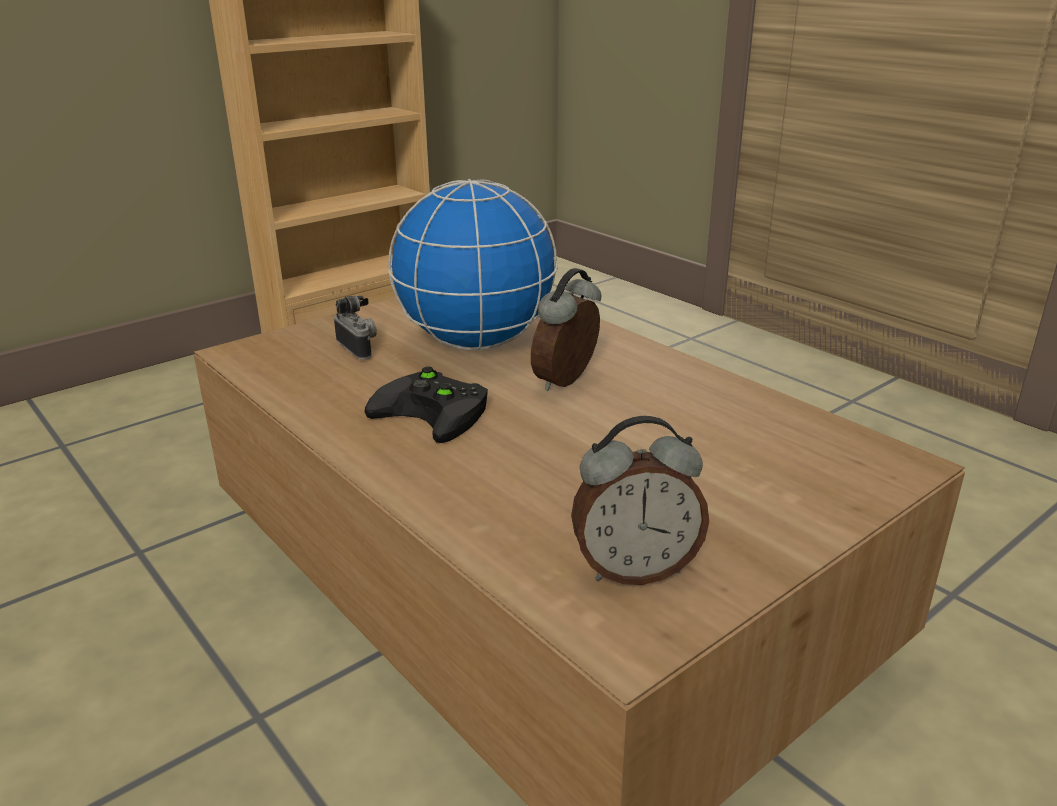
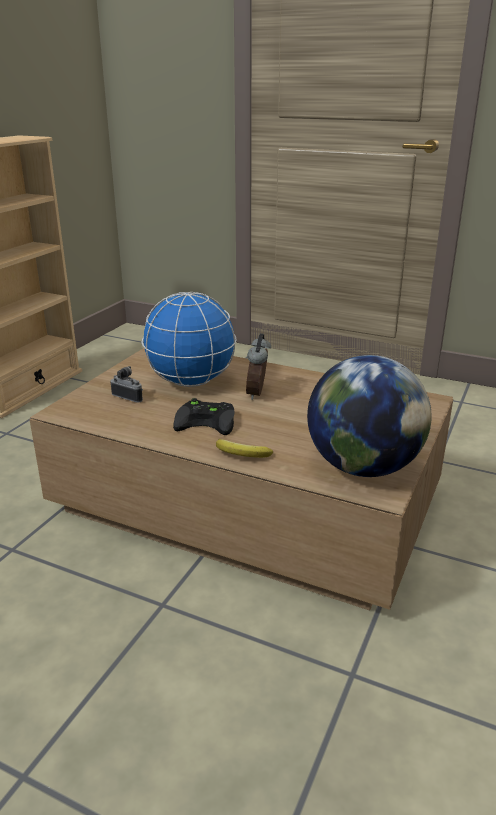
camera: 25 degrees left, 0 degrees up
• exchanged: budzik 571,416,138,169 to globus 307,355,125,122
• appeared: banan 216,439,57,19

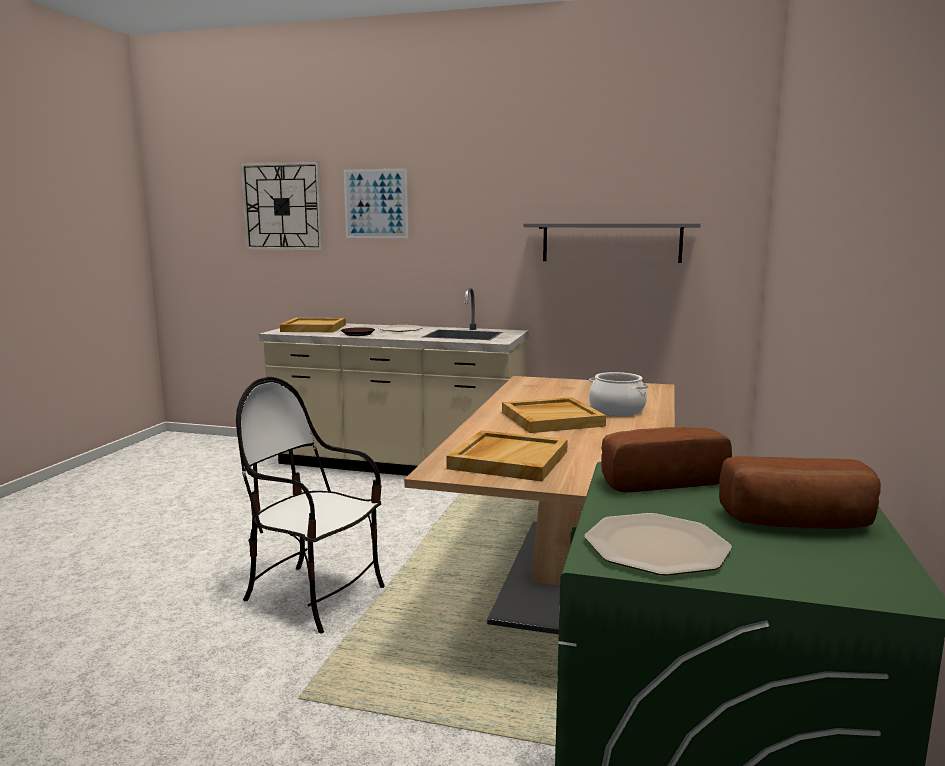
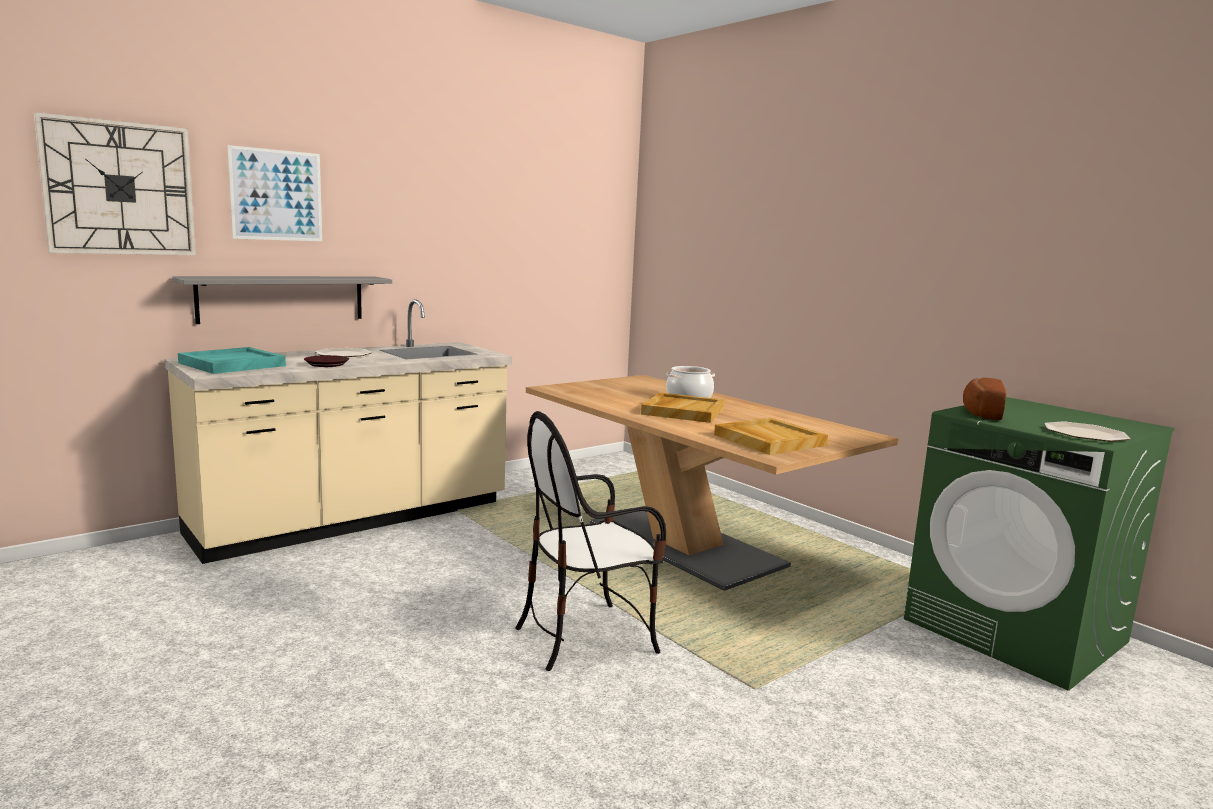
camera: 55 degrees left, 0 degrees up
• colour: taca/beżowy 280,318,66,14 to taca/turkusowy 178,347,108,27
• relocated: półka/szary 523,223,178,40 to 172,276,220,48
• missing: chleb 719,456,162,73

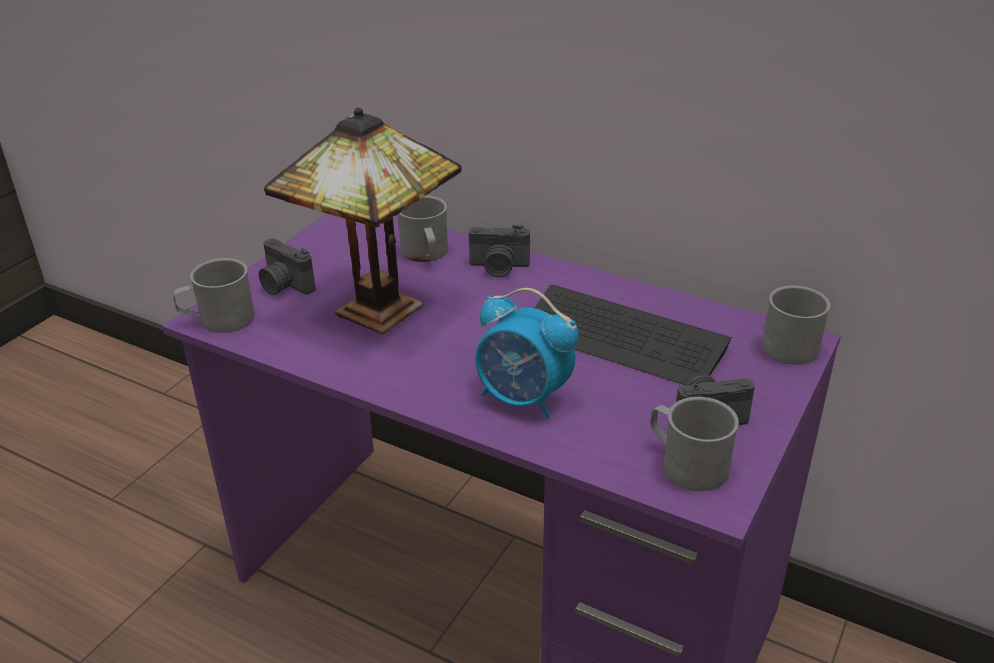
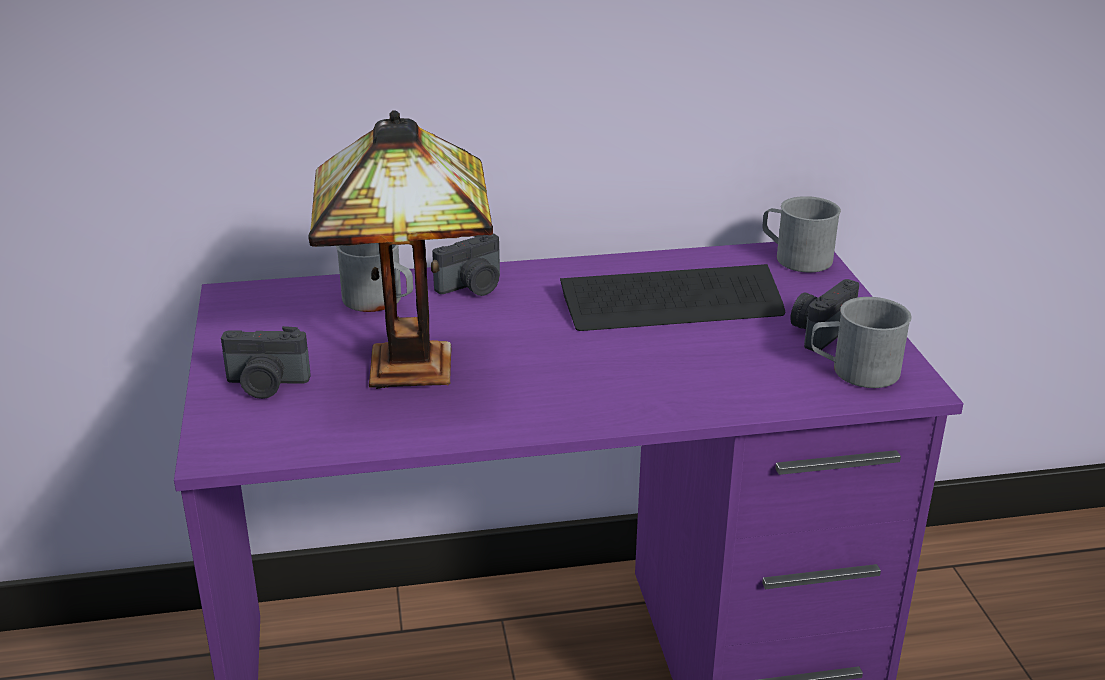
camera: 40 degrees left, 5 degrees down
• missing: kubek/szary 173,258,81,75
• missing: budzik 476,288,103,131

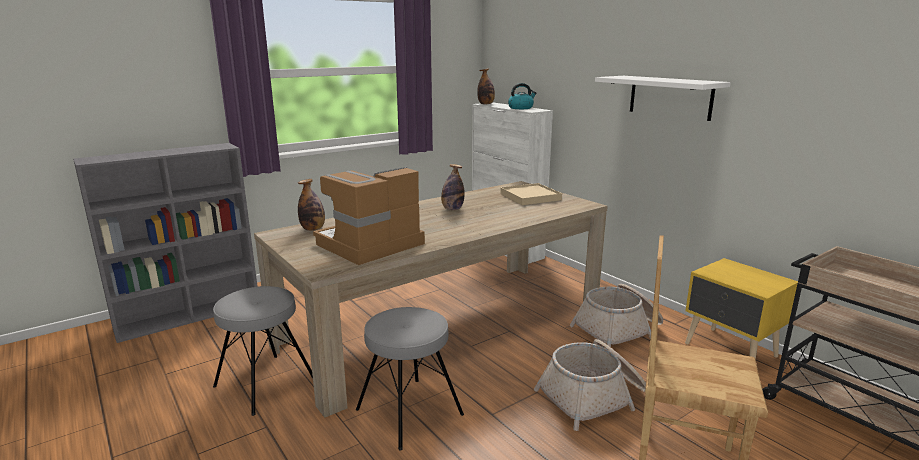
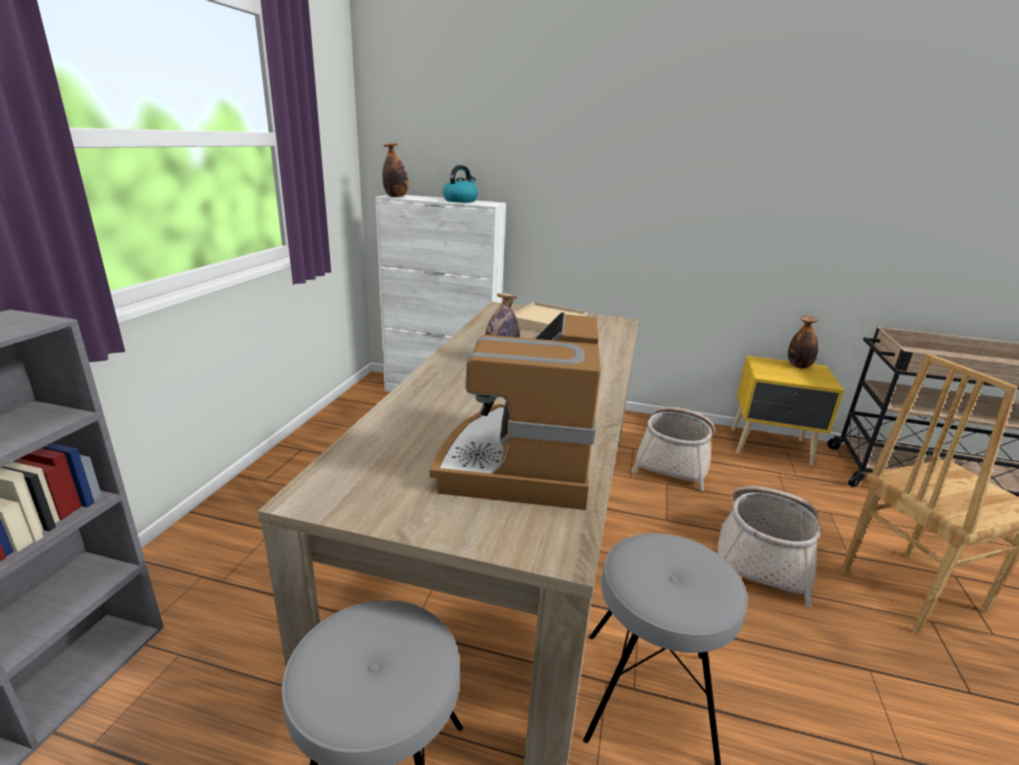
camera: 40 degrees left, 5 degrees up
• relocated: butelka 298,179,27,52 to 788,316,30,52
• missing: półka/biały 595,76,136,45

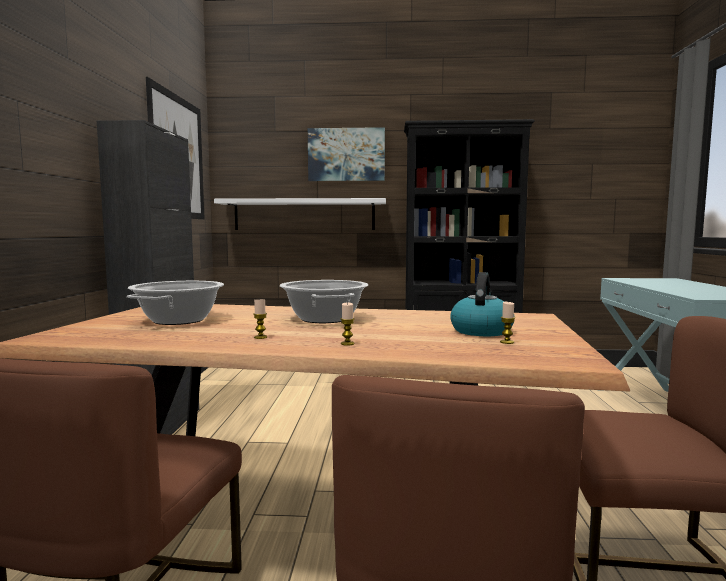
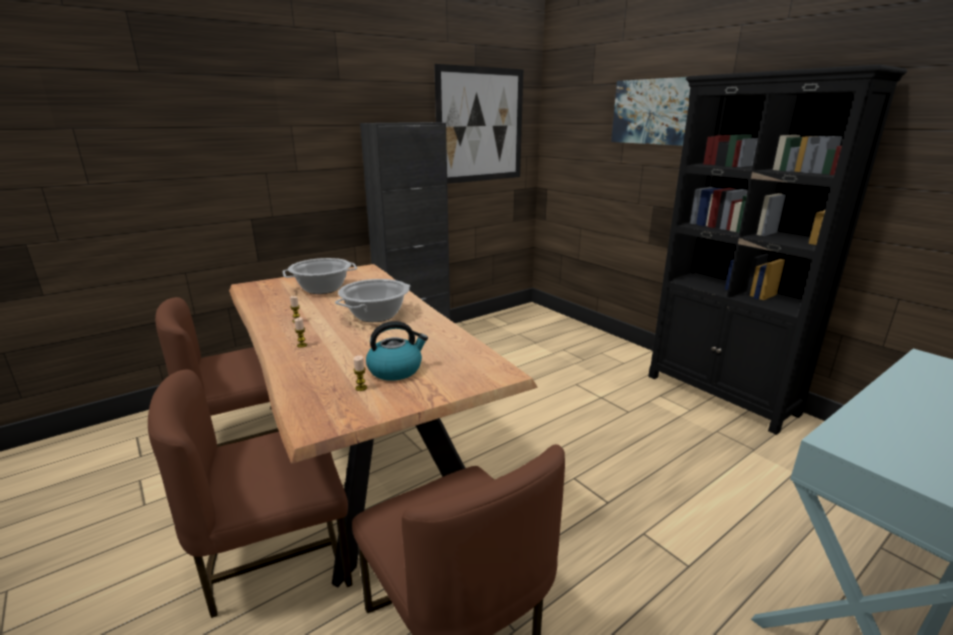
camera: 50 degrees right, 15 degrees up
• missing: półka/biały 214,198,172,32

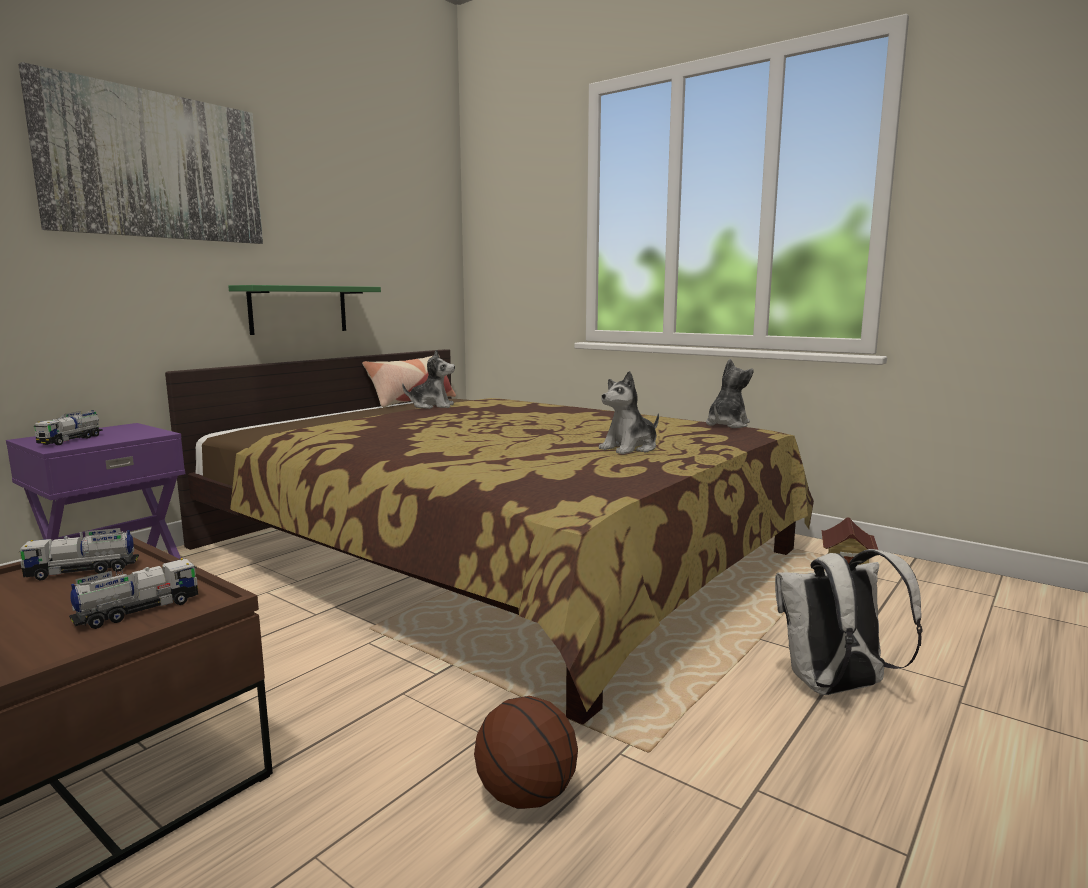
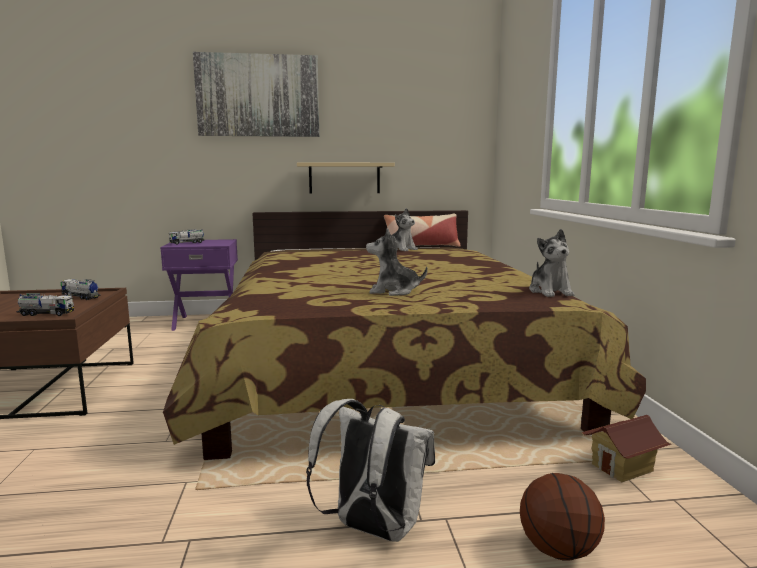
camera: 45 degrees right, 0 degrees up
• colour: półka/zielony 228,285,153,50 to półka/beżowy 297,162,98,32
• relocated: piłka do koszykówki 474,696,104,113 to 520,473,85,88
• spun: pluszak 706,359,48,69 = 529,229,45,68 90 degrees clockwise

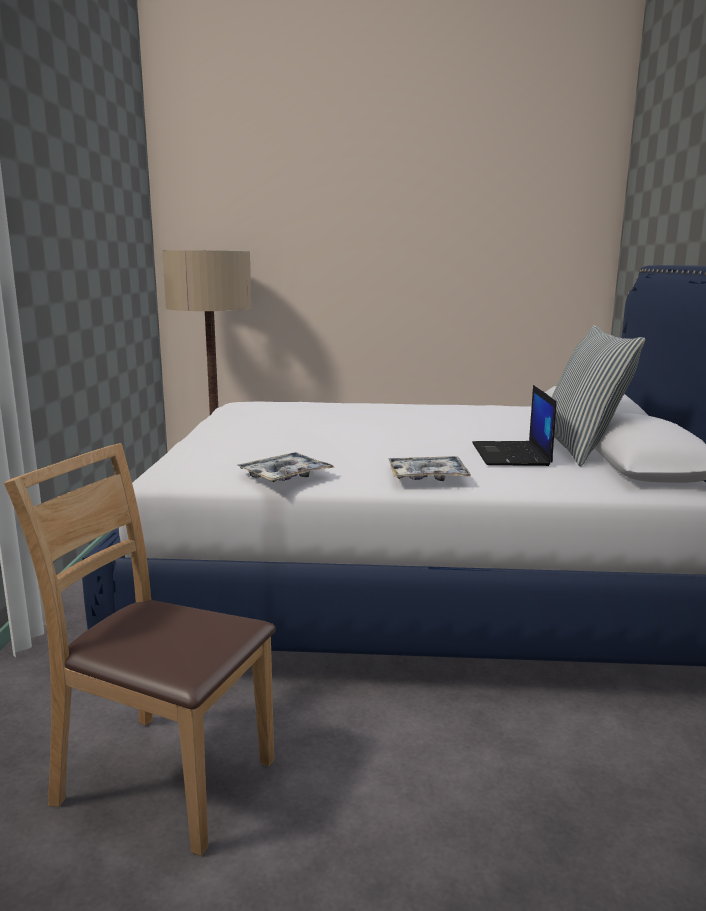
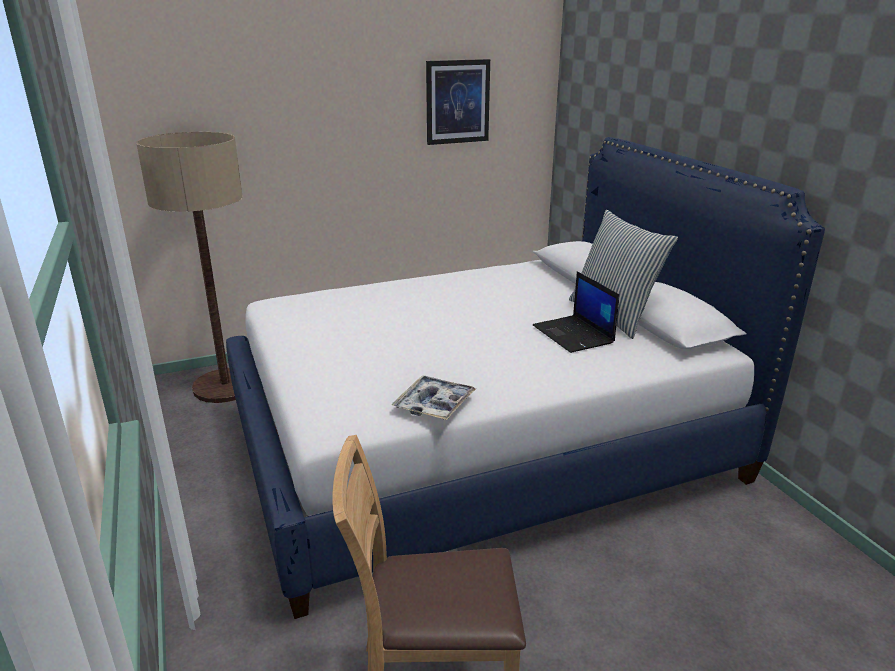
camera: 25 degrees left, 10 degrees up
• missing: taca 388,456,83,25
• appeared: obraz 426,59,64,86

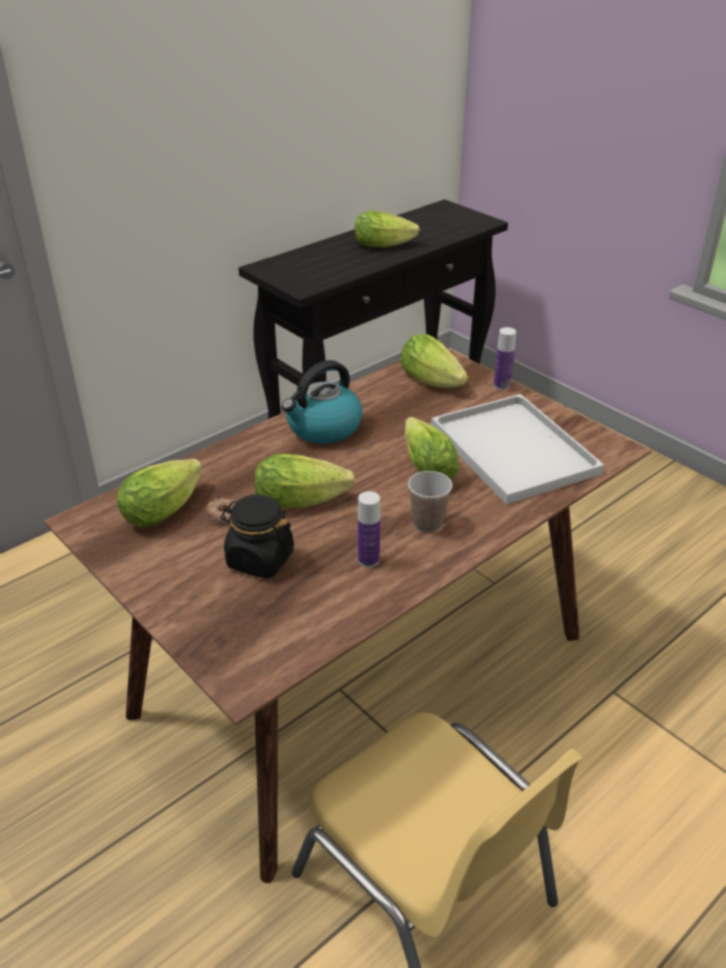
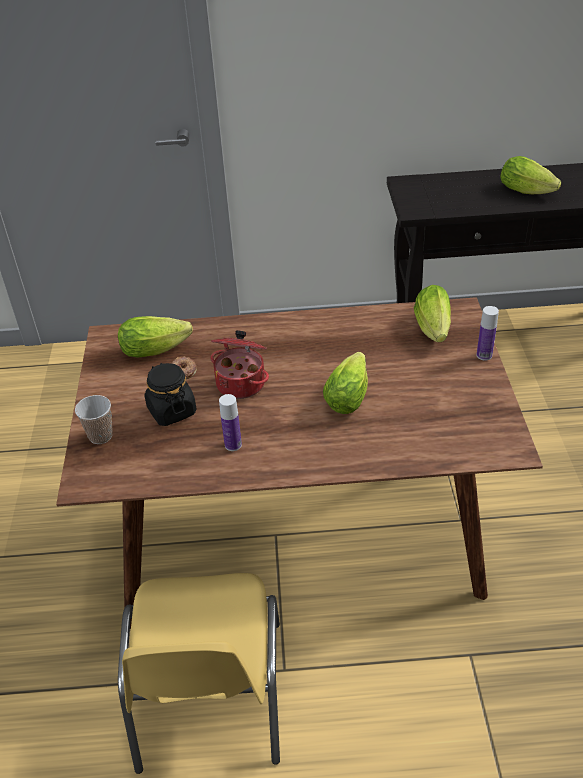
camera: 40 degrees right, 5 degrees up
• exchanged: sałata 254,454,101,54 to garnek 210,330,59,69
• missing: czajnik 282,360,81,84
• relocated: filiżanka 408,471,44,61 to 75,395,38,49
• missing: taca/biały 431,394,173,110

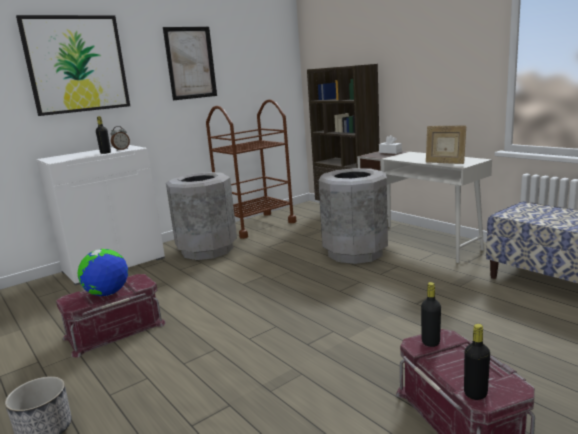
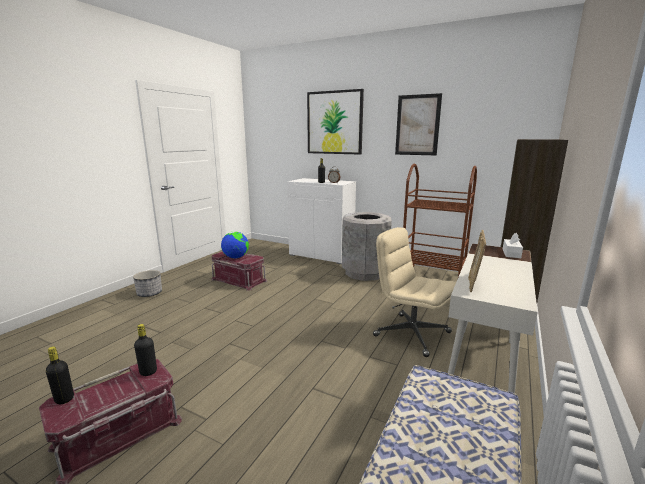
camera: 65 degrees right, 0 degrees up
• exchanged: kosz na śmieci/szary 318,168,70,96 to krzesło biurowe/beżowy 373,227,83,130

